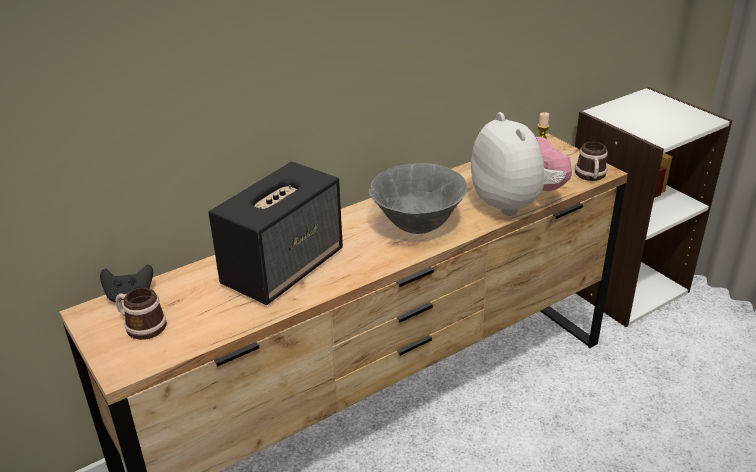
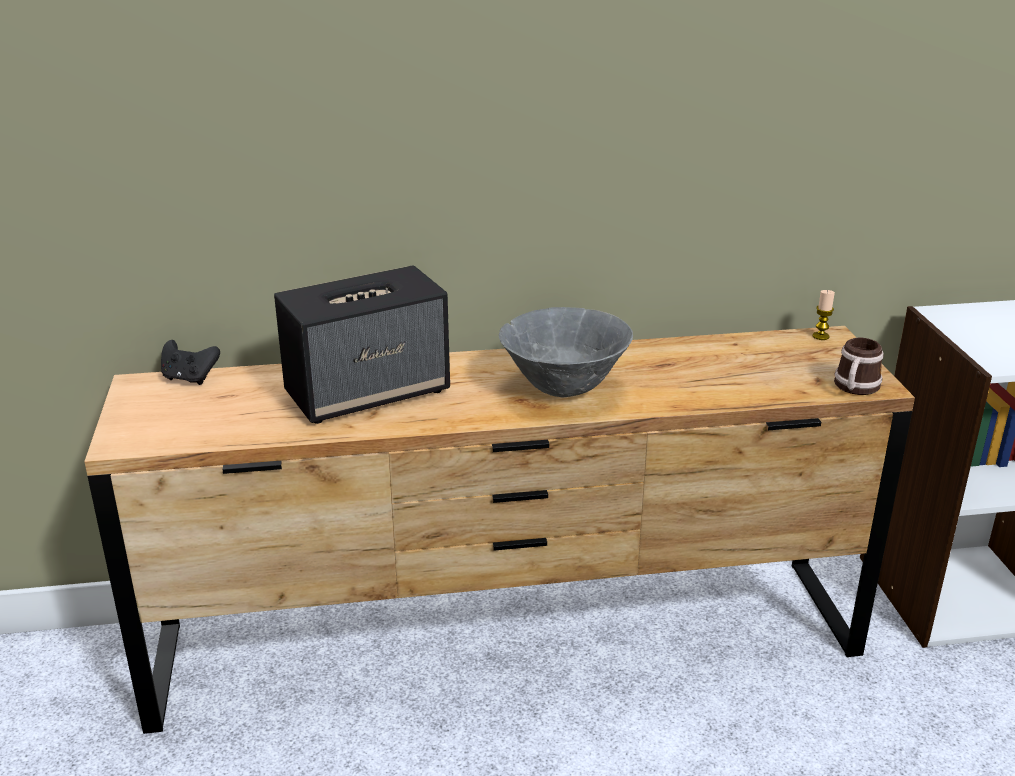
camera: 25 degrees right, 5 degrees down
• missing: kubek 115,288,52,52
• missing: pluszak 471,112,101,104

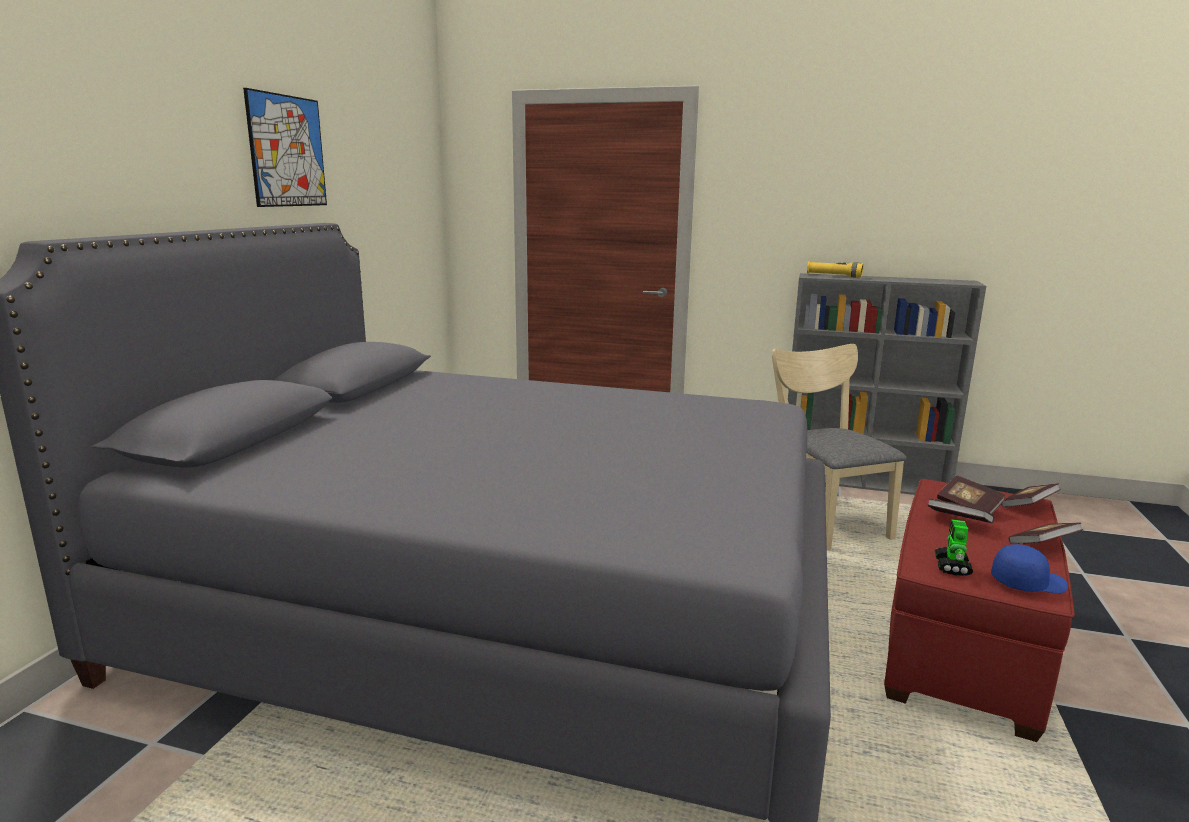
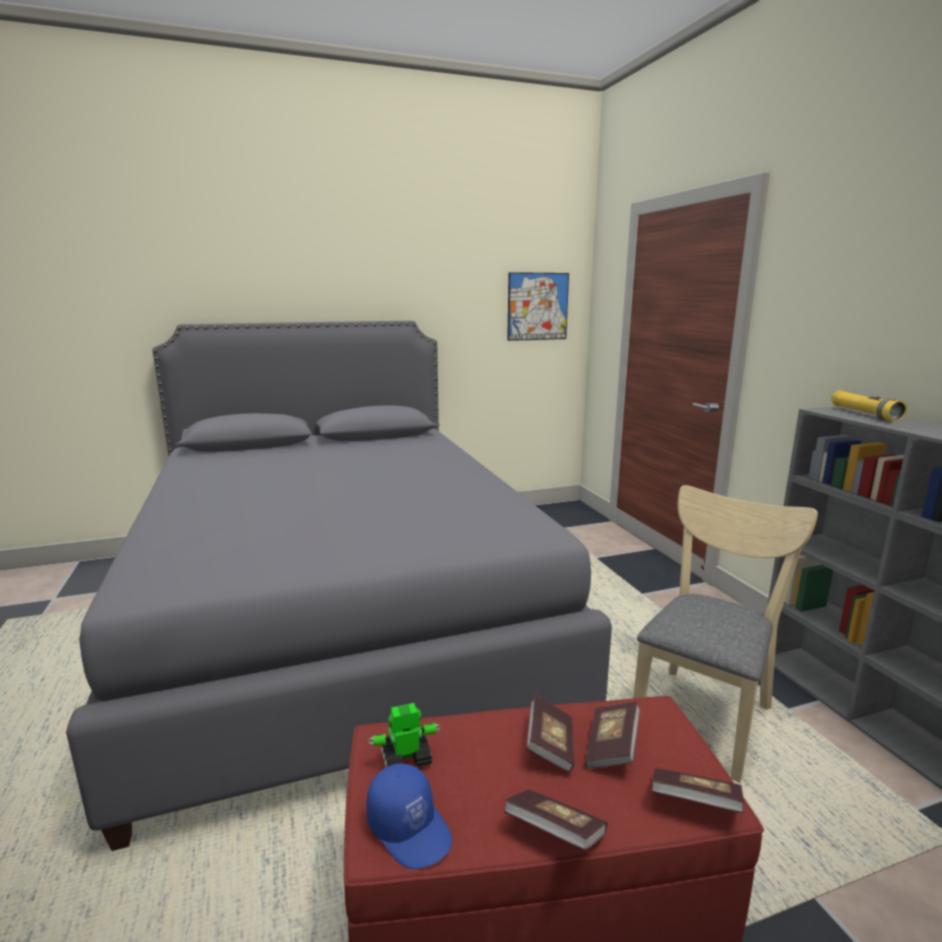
camera: 55 degrees right, 0 degrees up
• relocated: obraz 243,88,84,119 to 507,272,62,69

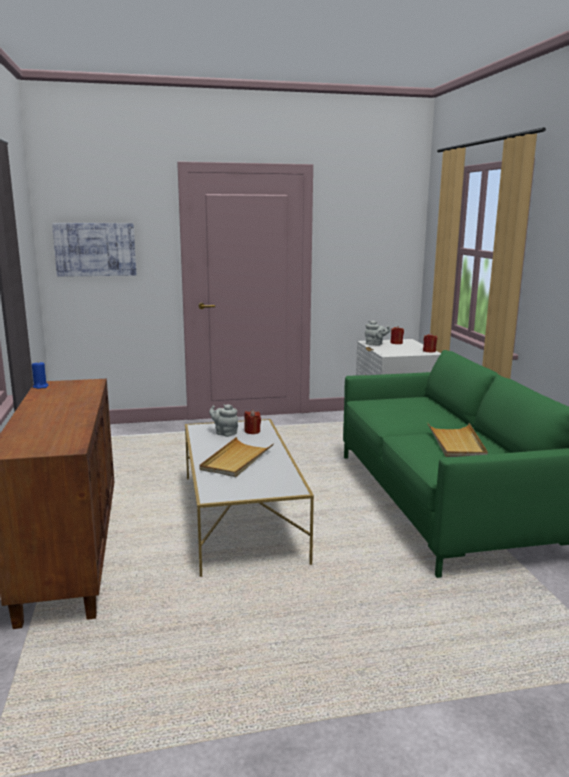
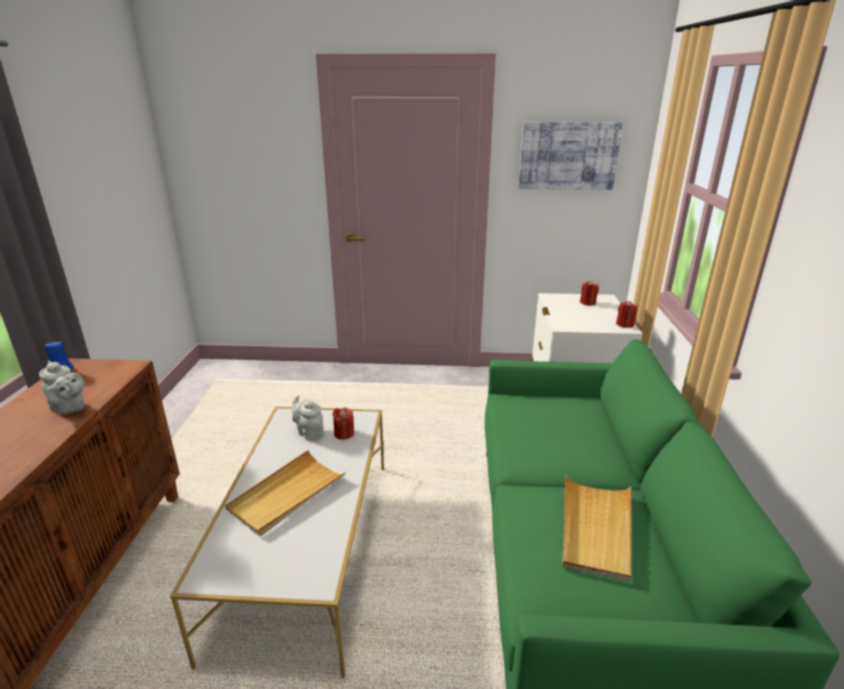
camera: 15 degrees right, 10 degrees up
• relocated: obraz 52,223,84,54 to 518,122,105,68
• relocated: imbryk/szary 364,320,26,25 to 39,361,46,54

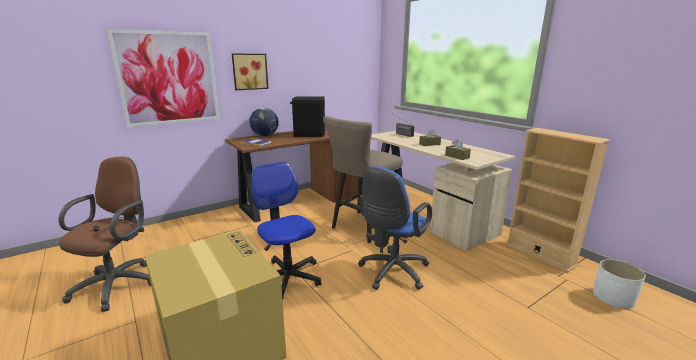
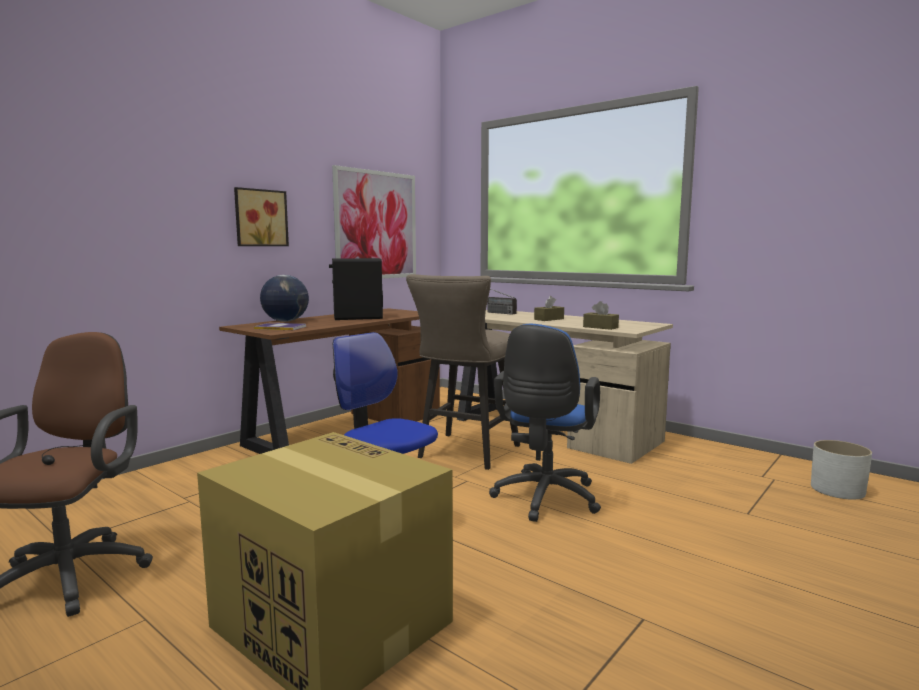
camera: 15 degrees left, 10 degrees down
• relocated: obraz 107,29,113,99 to 332,165,84,114
• missing: regał/beżowy 506,128,104,145

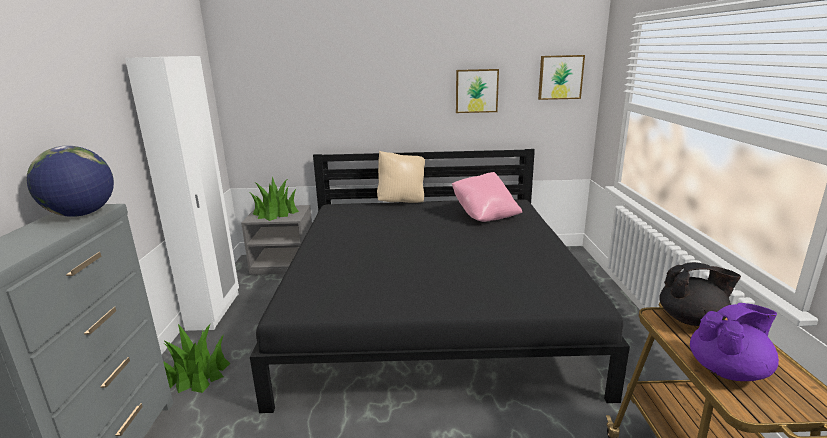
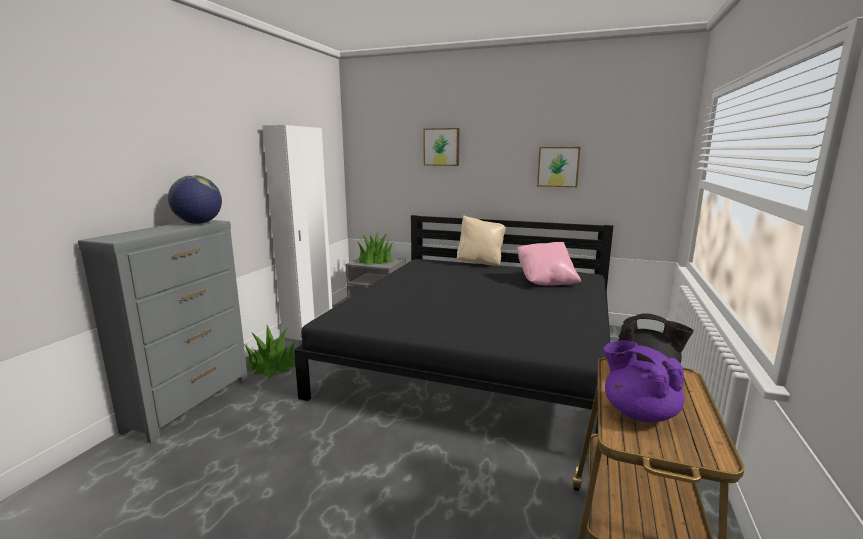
camera: 20 degrees right, 5 degrees down
• relocated: obraz 538,55,47,45 to 423,128,37,38
• spun: imbryk/fioletowy 690,303,89,78 = 604,341,80,81 120 degrees counterclockwise

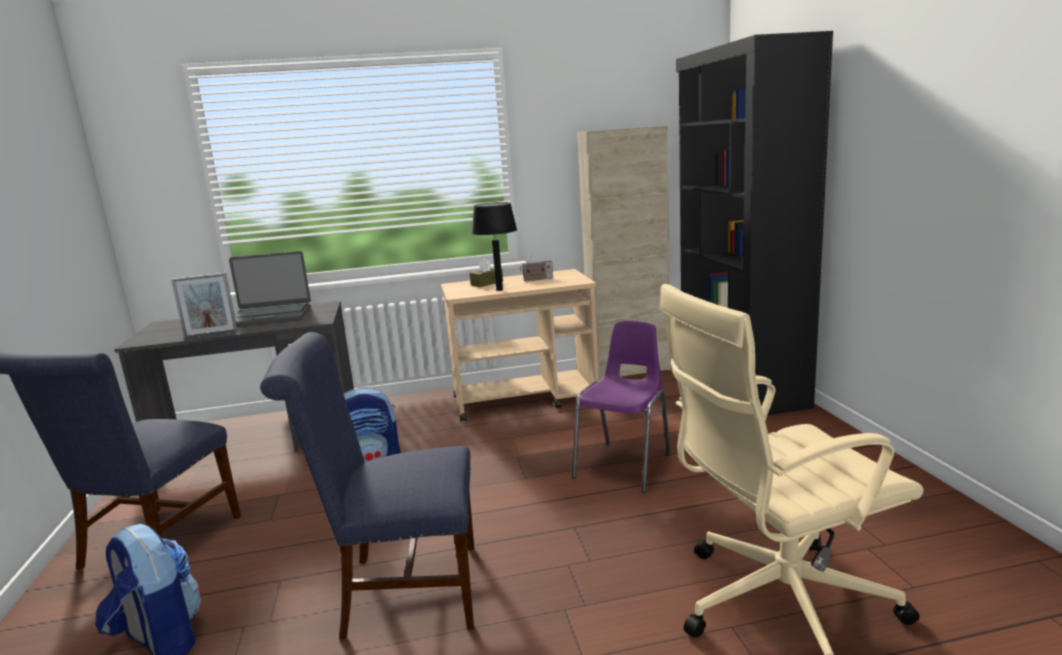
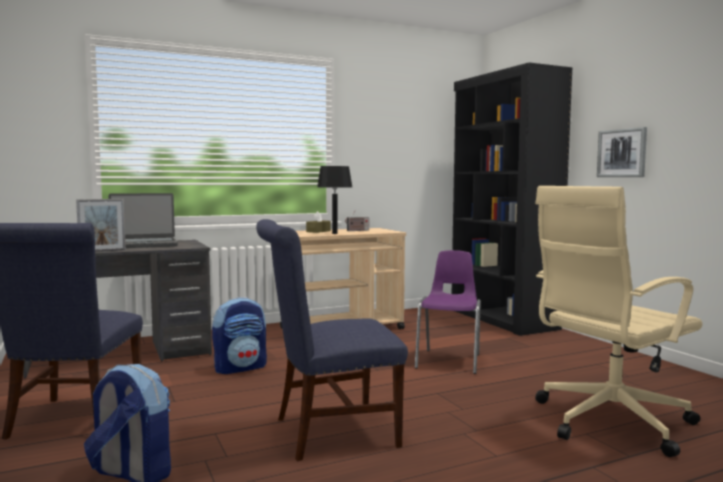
camera: 15 degrees left, 10 degrees down
• missing: szafka/beżowy 577,126,94,255
• appeared: obraz 597,127,50,50

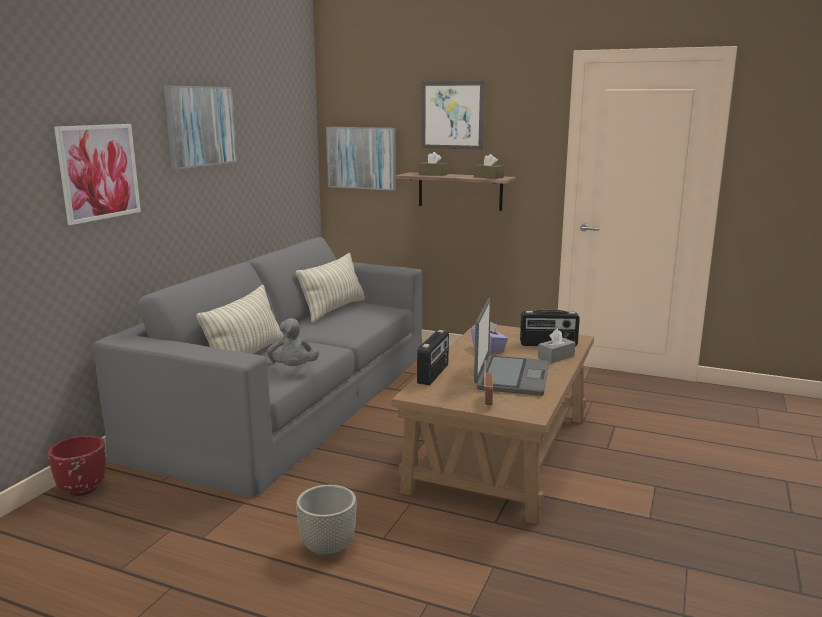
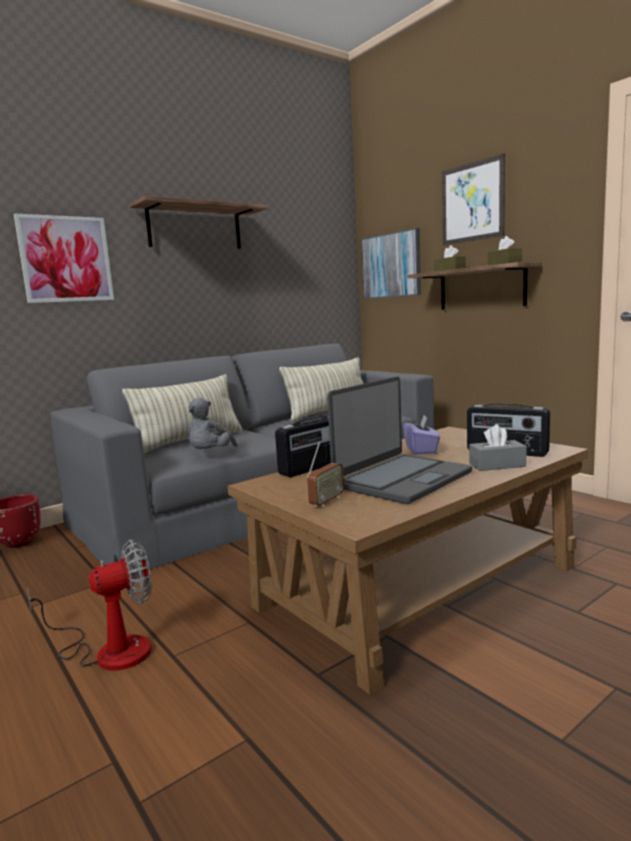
camera: 30 degrees right, 5 degrees down
• exchanged: obraz 164,85,73,85 to półka 129,196,140,53
• exchanged: donica/szary 296,485,61,72 to wentylator 27,539,125,132

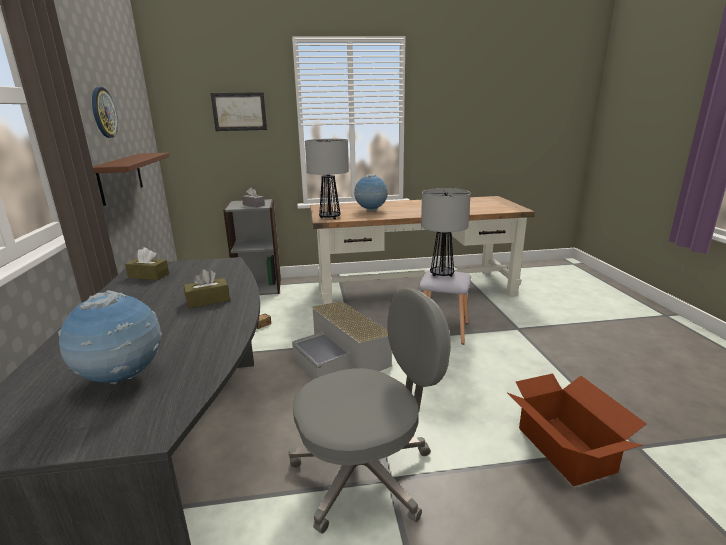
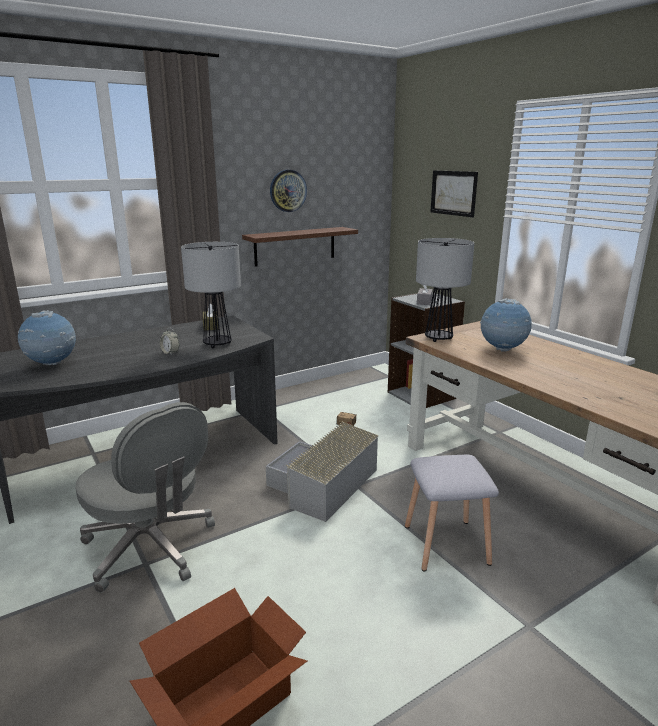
camera: 65 degrees right, 0 degrees up
• exchanged: pudełko chusteczek/brązowy 184,269,46,39 to budzik 160,328,19,27
• relocated: lampa stołowa 421,188,50,89 to 181,242,60,106

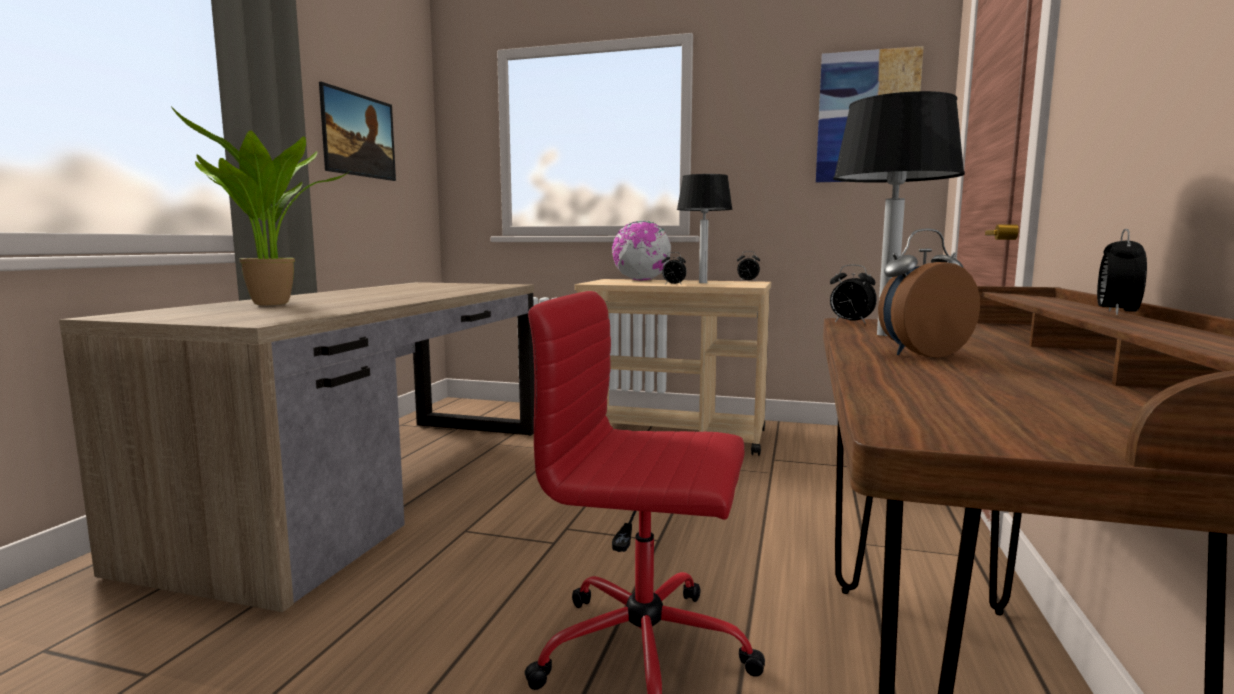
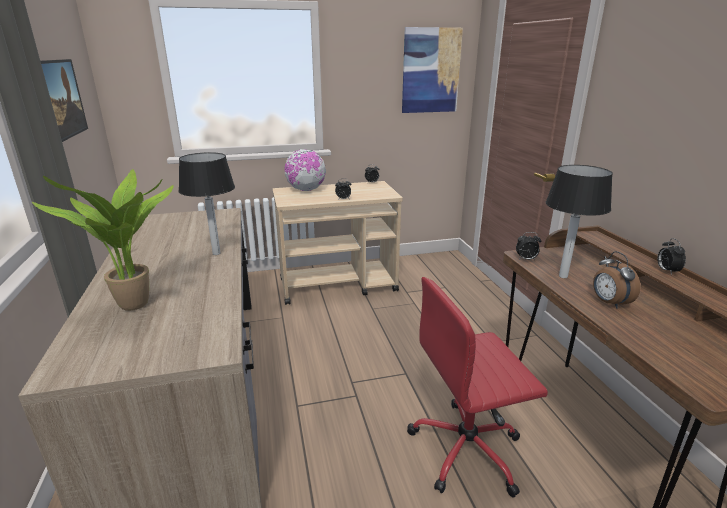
camera: 30 degrees left, 15 degrees up
• relocated: lampa stołowa 677,174,56,109 to 179,152,56,103
• spun: budzik 878,228,102,130 = 593,251,48,58 60 degrees counterclockwise

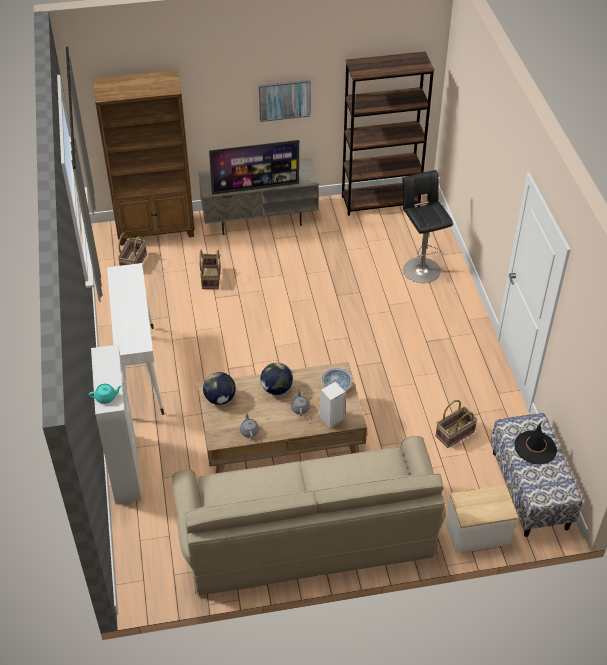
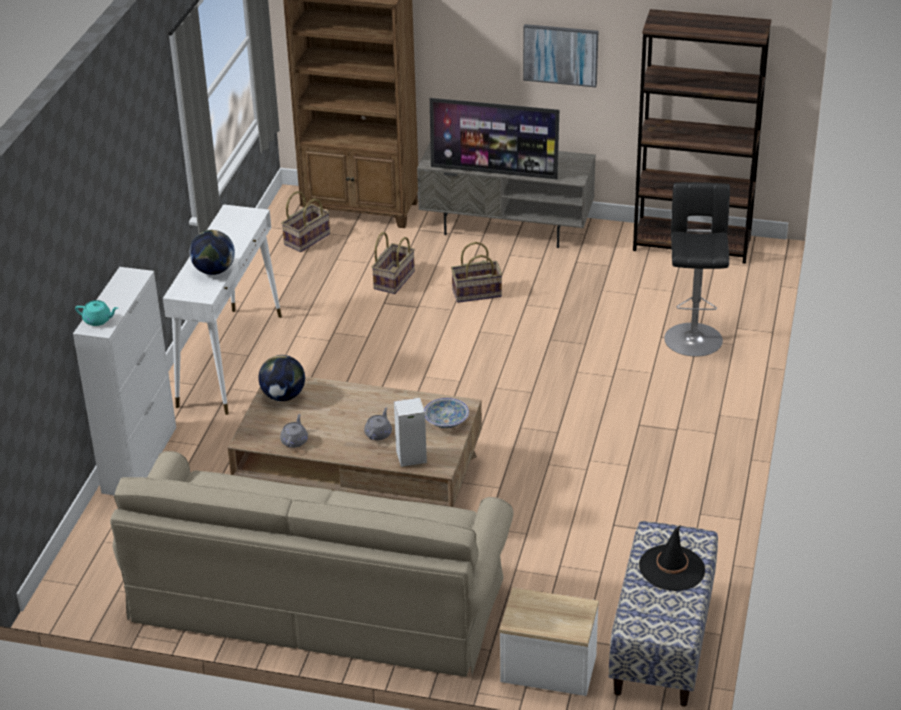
camera: 25 degrees right, 10 degrees down
• relocated: globus 260,363,33,32 to 189,230,46,45
• relocated: koszyk 435,400,42,48 to 451,242,52,61

